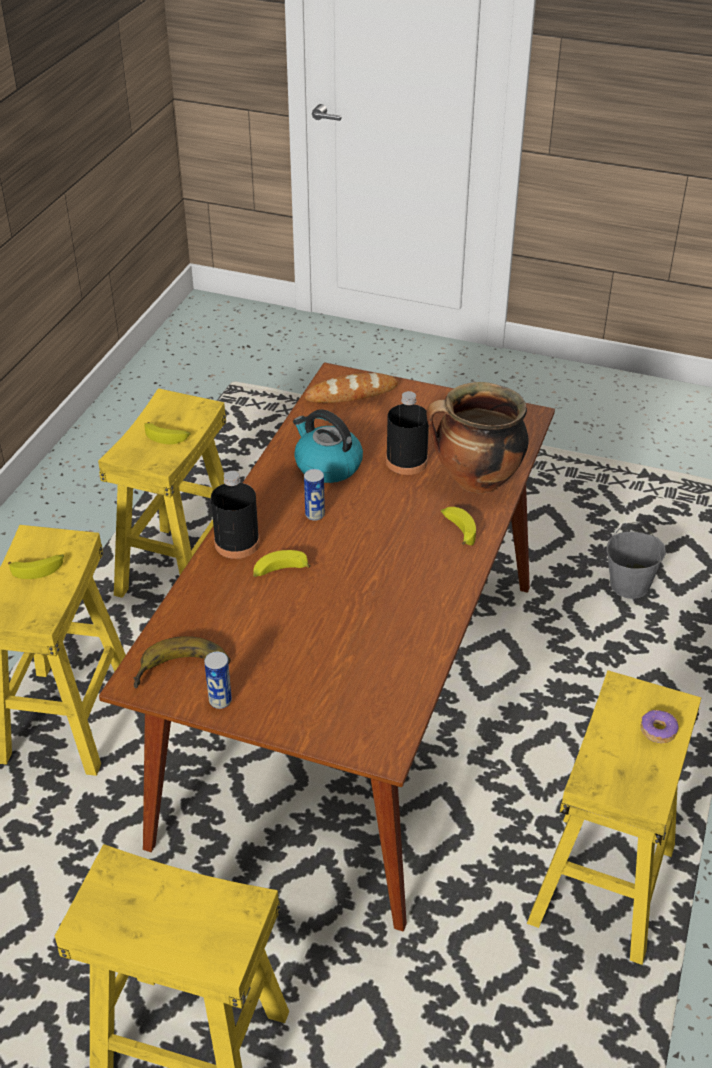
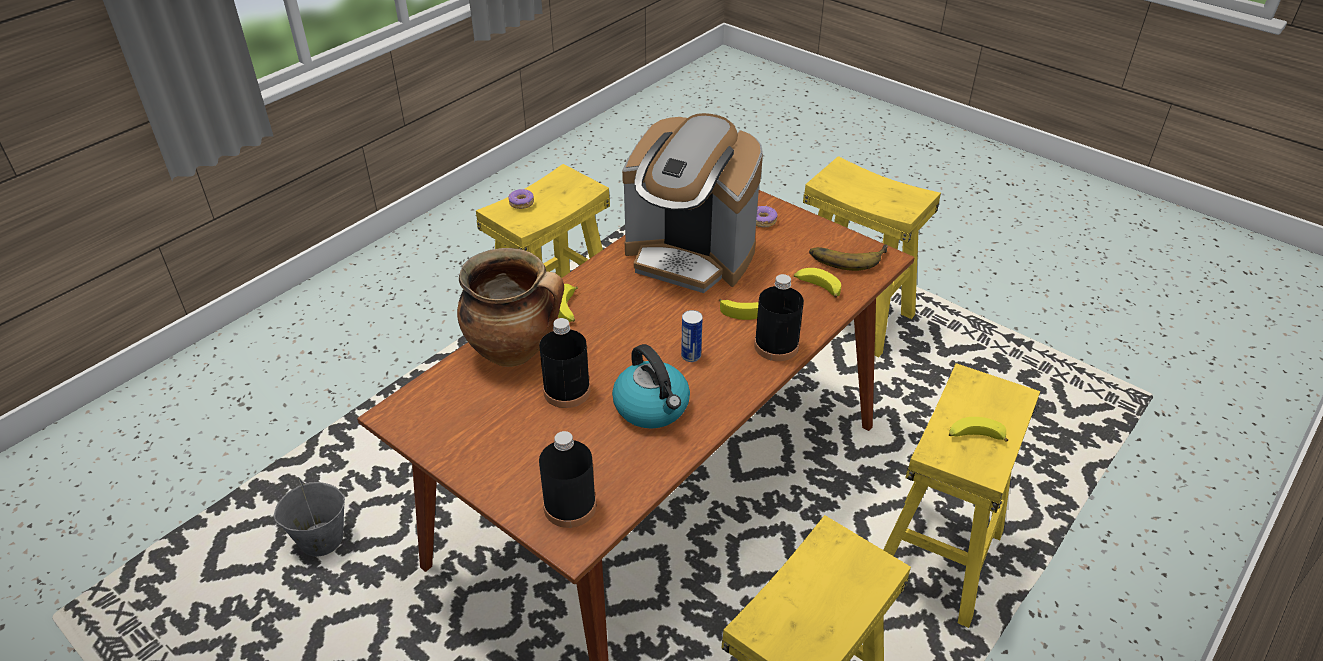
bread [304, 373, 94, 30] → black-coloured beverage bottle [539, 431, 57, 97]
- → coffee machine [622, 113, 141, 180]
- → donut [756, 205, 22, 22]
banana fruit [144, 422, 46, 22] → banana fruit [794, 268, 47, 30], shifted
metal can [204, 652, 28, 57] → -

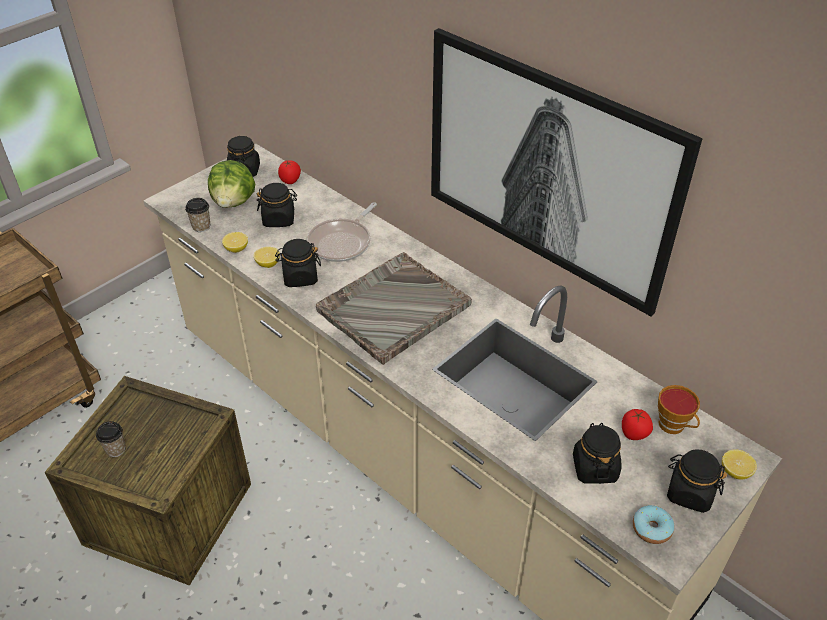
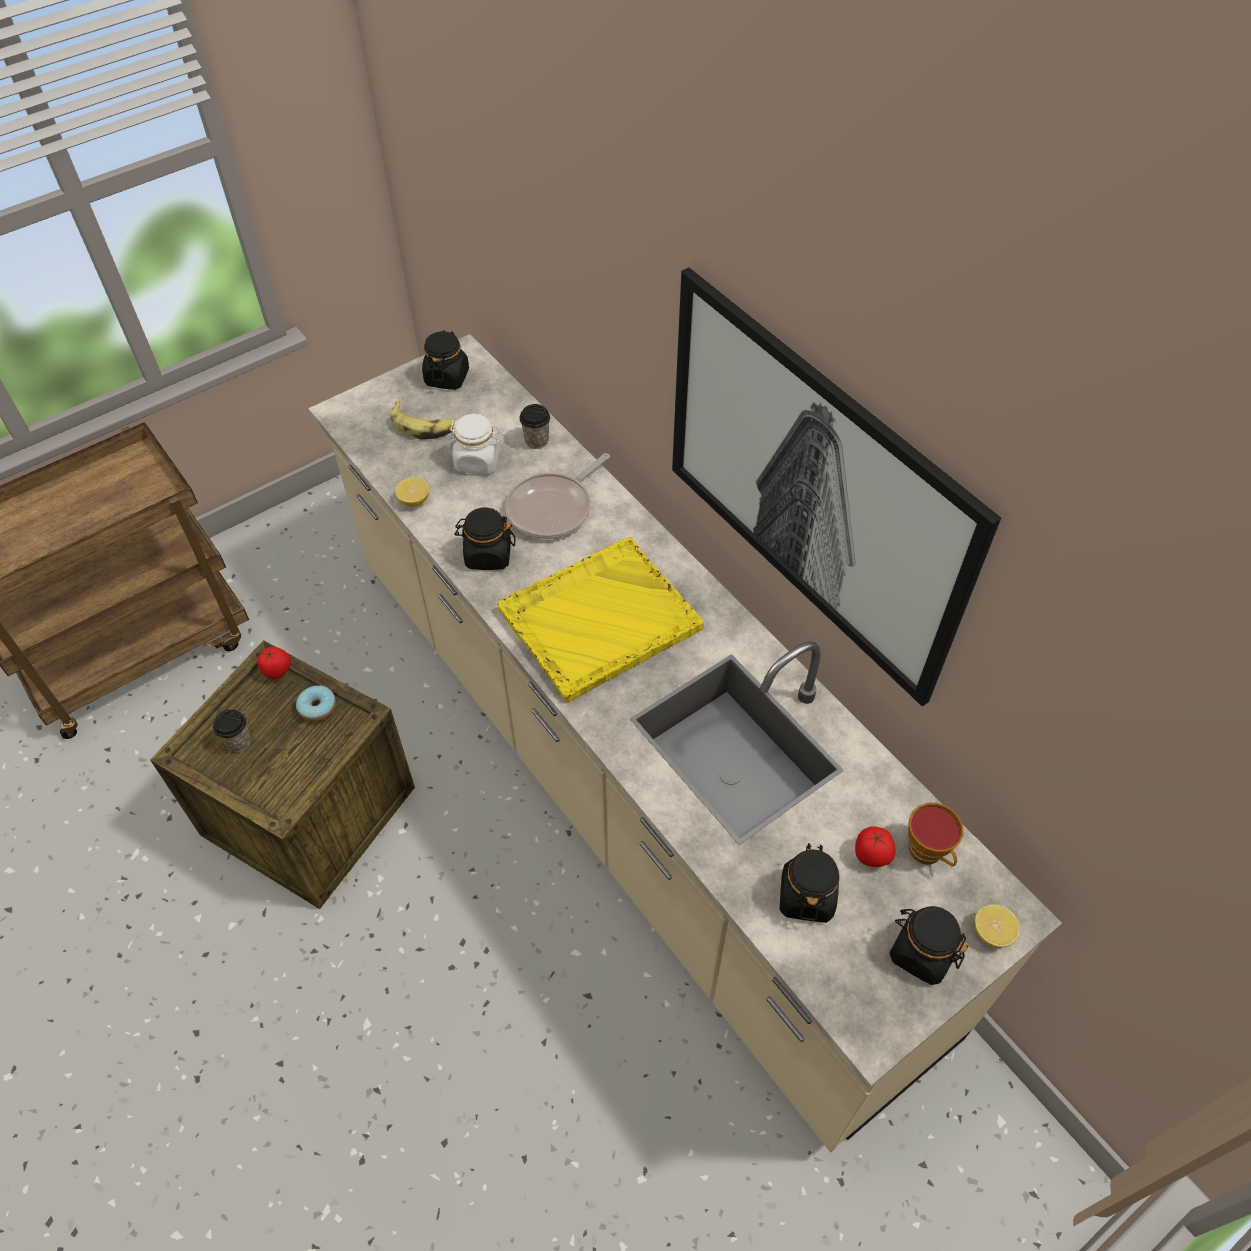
fresh tomato [278, 160, 23, 24] → fresh tomato [257, 647, 34, 32], shifted
donut [633, 505, 41, 39] → donut [296, 685, 40, 36], shifted
head of lettuce [208, 160, 47, 48] → banana fruit [390, 401, 66, 39]
black-coloured jar [257, 183, 40, 44] → white jar [448, 414, 55, 60]
grey tray [316, 252, 156, 113] → yellowish tray [498, 537, 206, 166]
drinking cup [185, 198, 25, 34] → drinking cup [519, 404, 31, 45], shifted
lemon [254, 247, 26, 21] → -

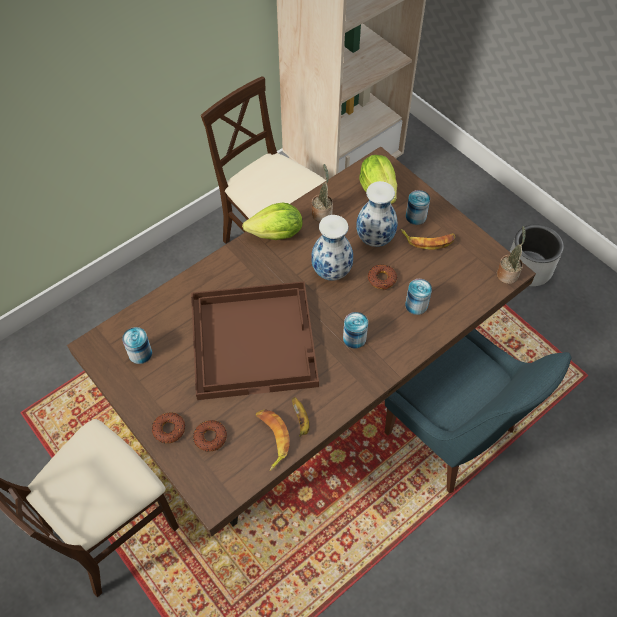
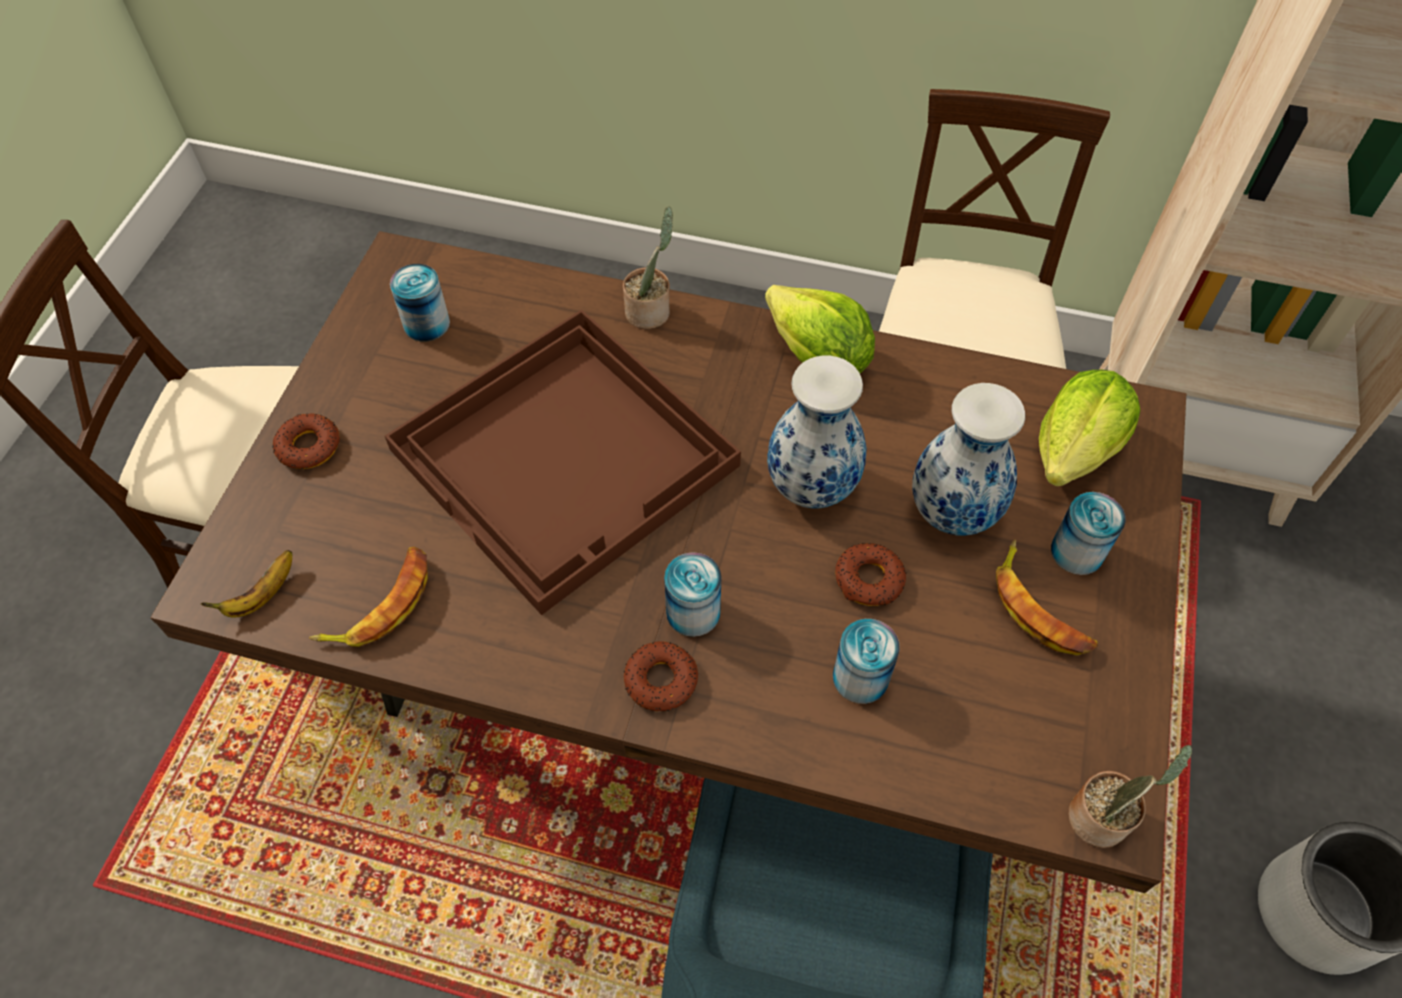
banana fruit [292, 397, 17, 40] → banana fruit [201, 550, 91, 68], shifted
plant in a pot [312, 164, 21, 58] → plant in a pot [623, 207, 50, 122], shifted
donut [193, 420, 34, 32] → donut [624, 641, 74, 70], shifted

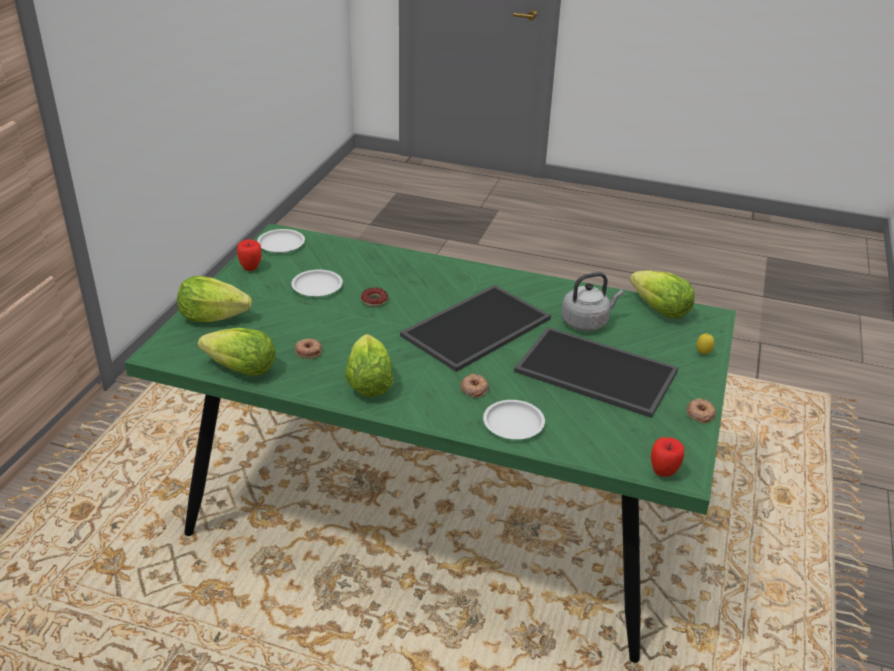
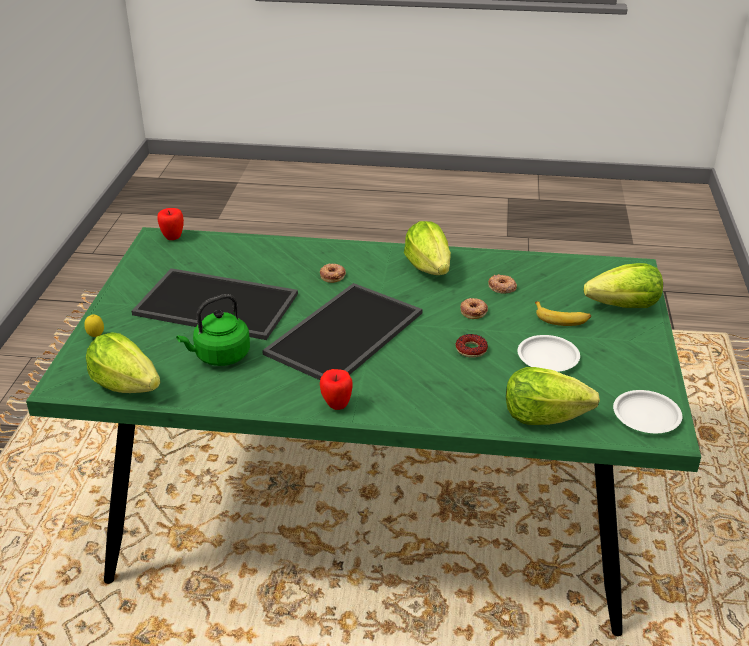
grey tea kettle [562, 272, 61, 59] → green tea kettle [176, 294, 74, 72]
whole apple [237, 239, 25, 32] → whole apple [320, 369, 33, 41], shifted
donut [687, 398, 29, 25] → donut [460, 298, 28, 21], shifted
head of lettuce [198, 328, 78, 48] → head of lettuce [506, 367, 94, 58], shifted
- → banana fruit [535, 301, 56, 25]
white flat dish [483, 400, 62, 39] → -

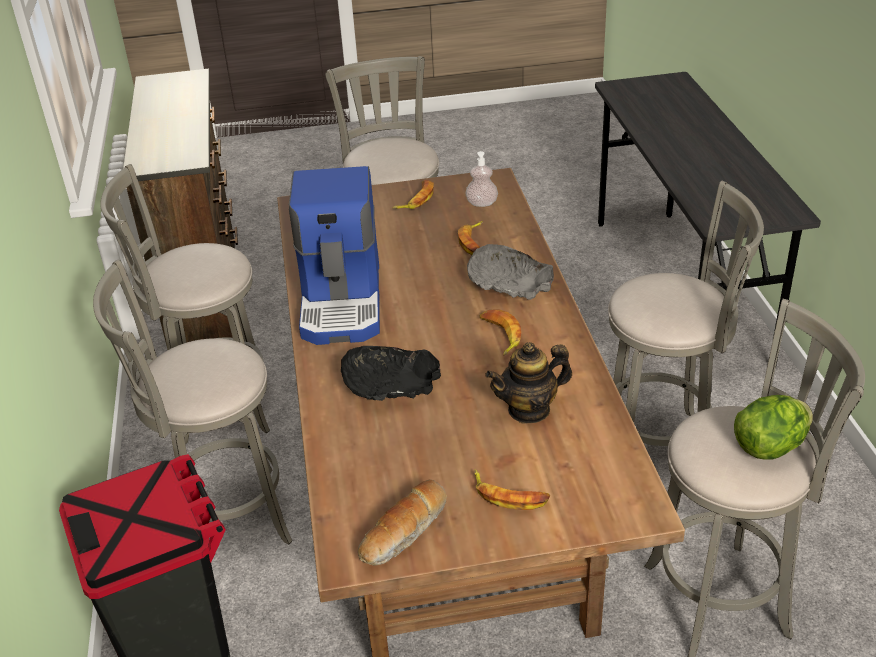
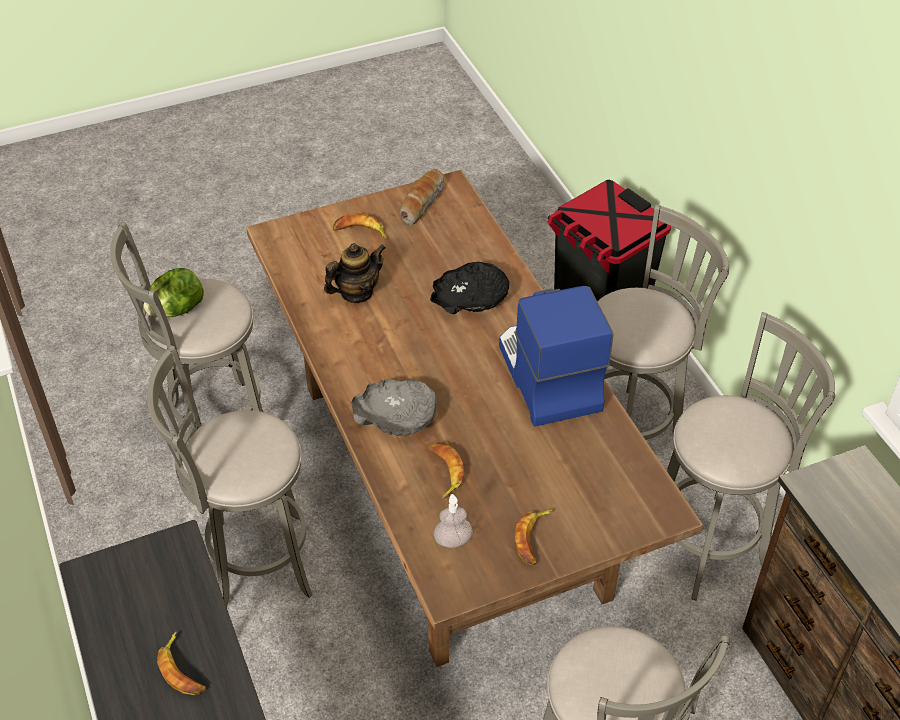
banana fruit [480, 309, 41, 46] → banana fruit [157, 631, 49, 64], shifted

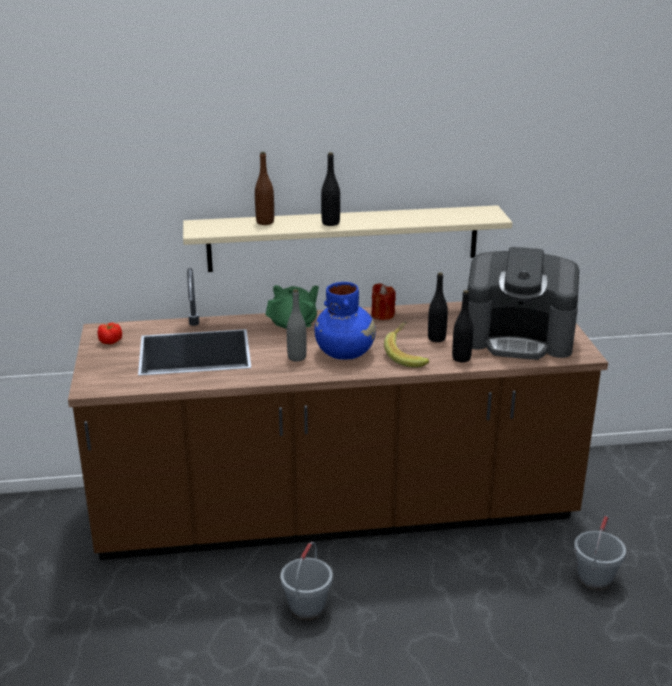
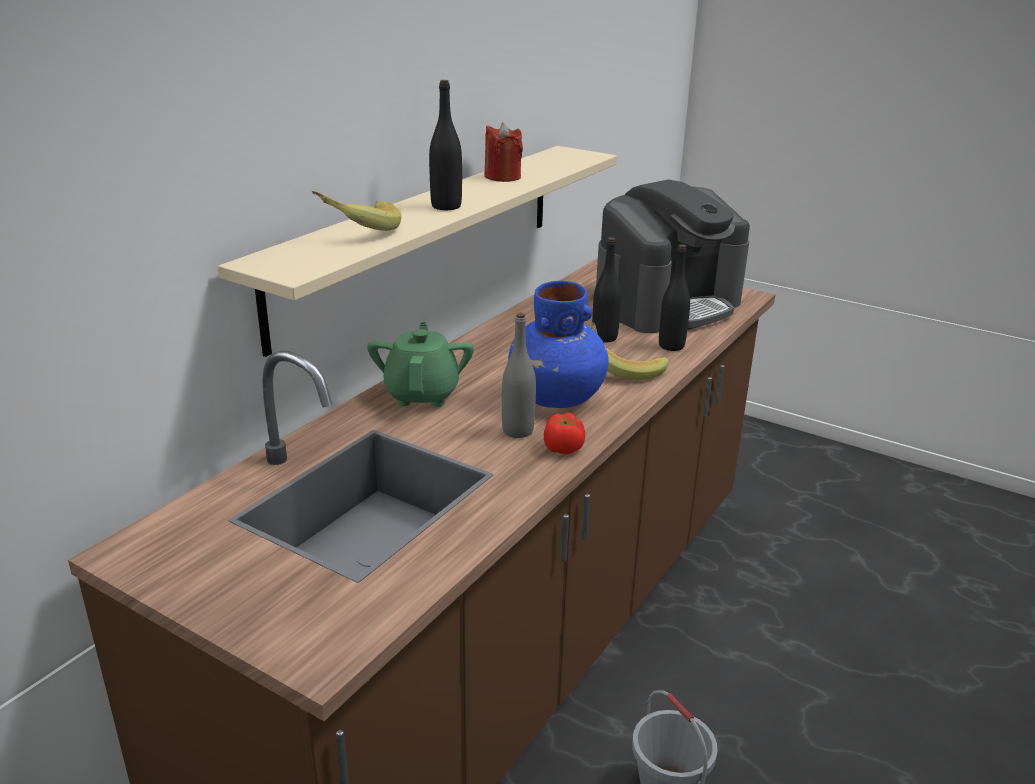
brownish beverage bottle [255, 152, 19, 73] → banana fruit [312, 191, 89, 40]
red-coloured candle [371, 283, 25, 37] → red-coloured candle [484, 122, 39, 60], shifted
fresh tomato [98, 323, 24, 21] → fresh tomato [544, 412, 41, 43], shifted
grey bucket [574, 516, 52, 75] → -

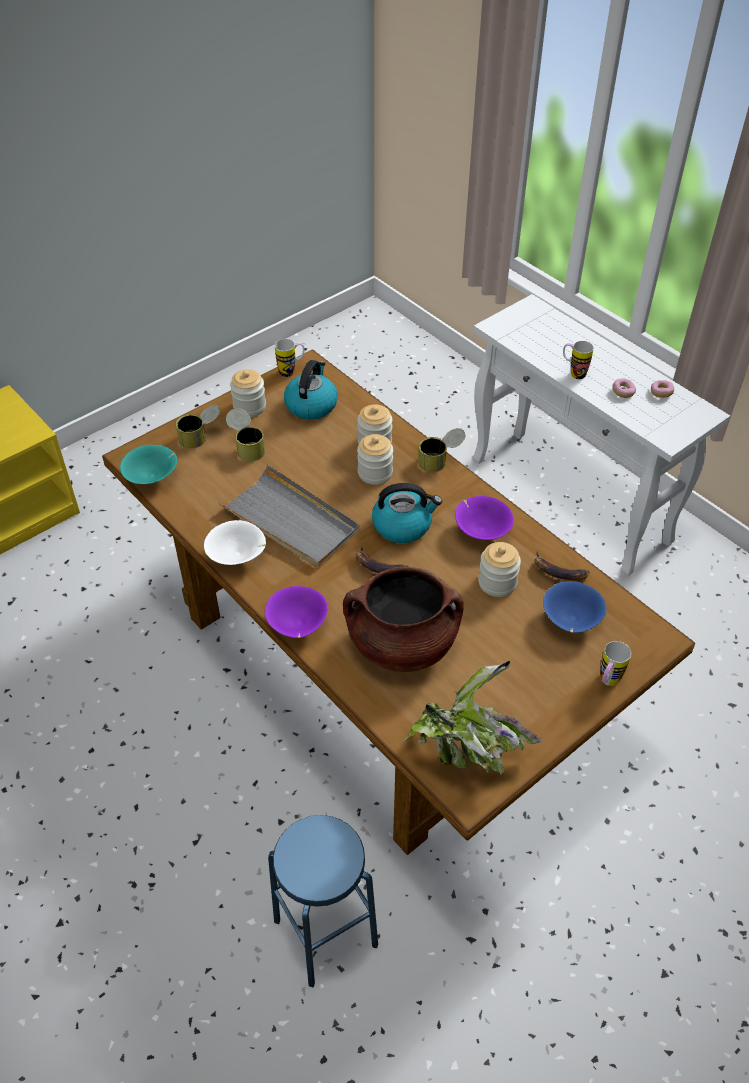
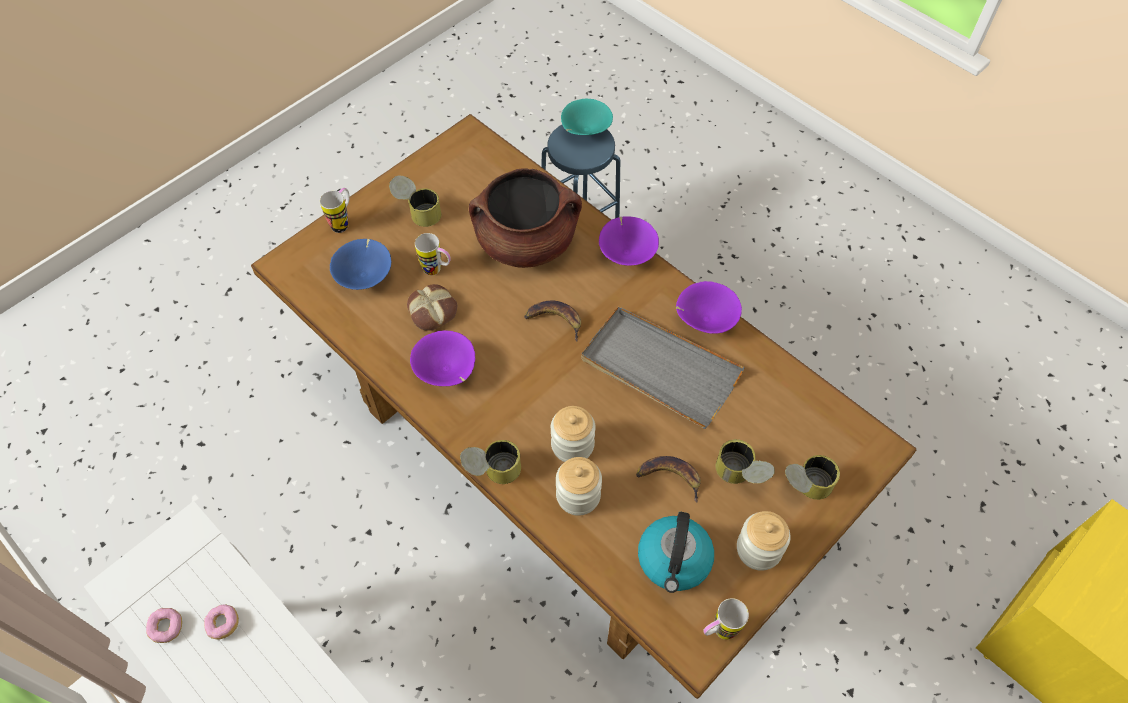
- → metal can [389, 176, 53, 51]
jar [478, 542, 43, 55] → bread [407, 284, 50, 47]
mug [563, 341, 31, 38] → mug [415, 233, 36, 42], shifted
turquoise serving bowl [120, 445, 57, 39] → turquoise serving bowl [561, 99, 52, 36], shifted
banana fruit [534, 552, 56, 28] → banana fruit [636, 456, 65, 47], shifted
white serving bowl [204, 520, 62, 45] → purplish serving bowl [676, 281, 66, 53]
tea kettle [372, 483, 70, 60] → -
plant in a pot [404, 661, 138, 114] → -

